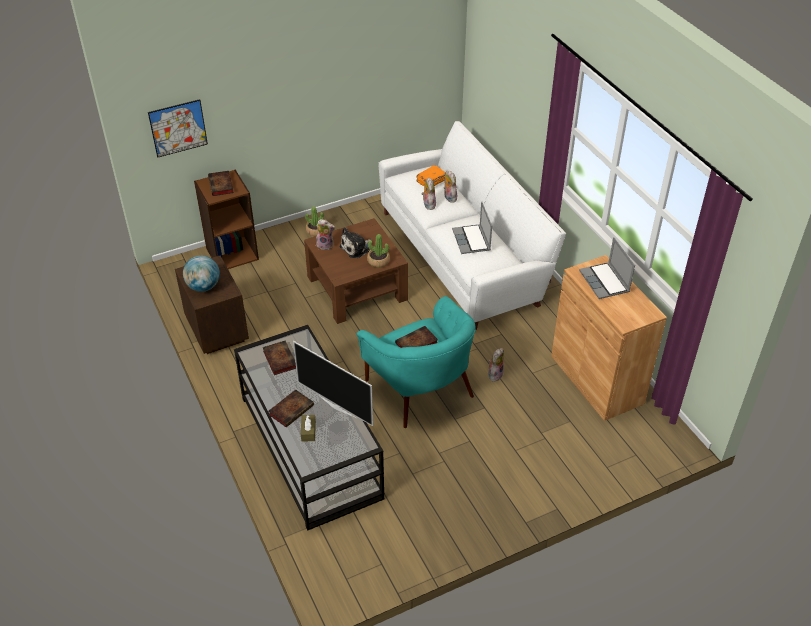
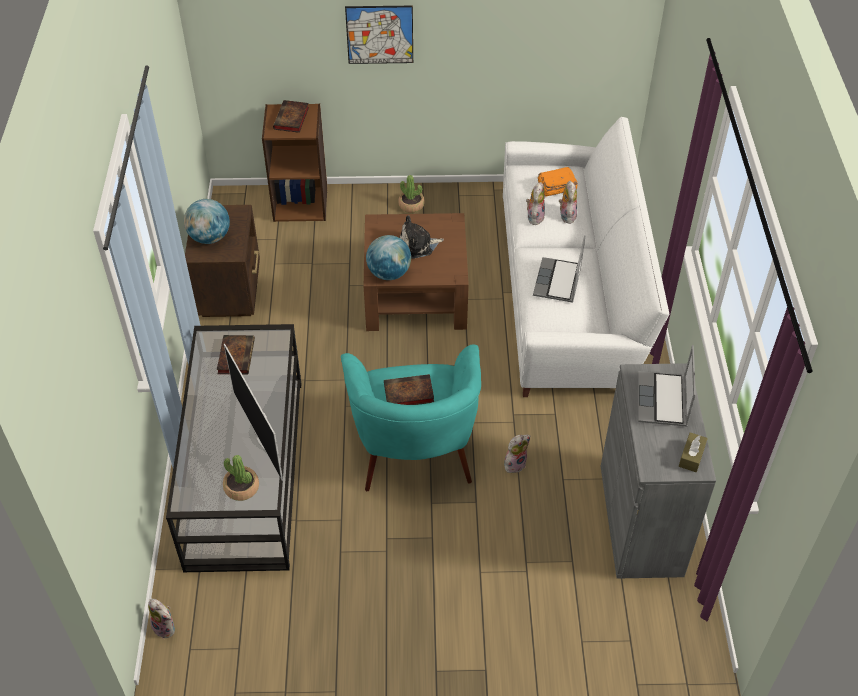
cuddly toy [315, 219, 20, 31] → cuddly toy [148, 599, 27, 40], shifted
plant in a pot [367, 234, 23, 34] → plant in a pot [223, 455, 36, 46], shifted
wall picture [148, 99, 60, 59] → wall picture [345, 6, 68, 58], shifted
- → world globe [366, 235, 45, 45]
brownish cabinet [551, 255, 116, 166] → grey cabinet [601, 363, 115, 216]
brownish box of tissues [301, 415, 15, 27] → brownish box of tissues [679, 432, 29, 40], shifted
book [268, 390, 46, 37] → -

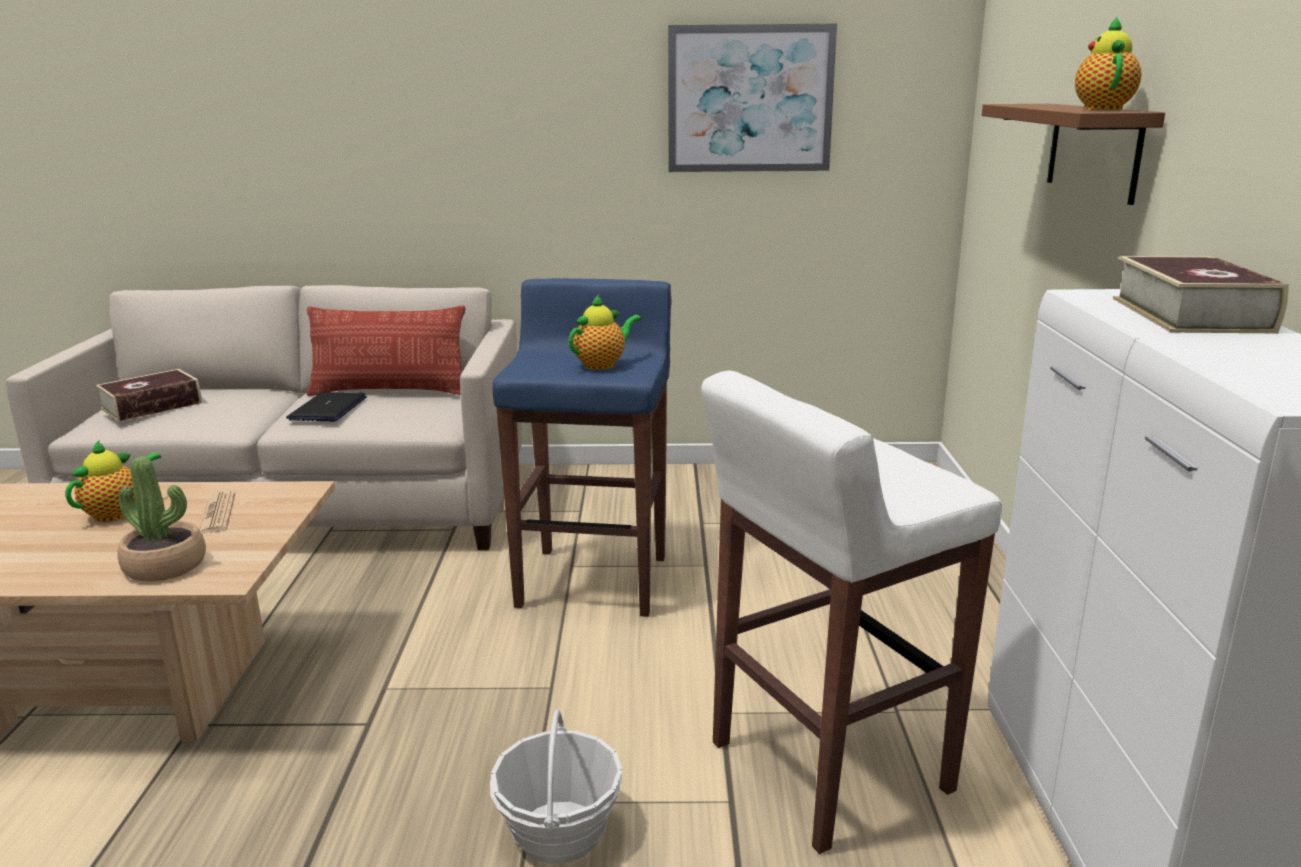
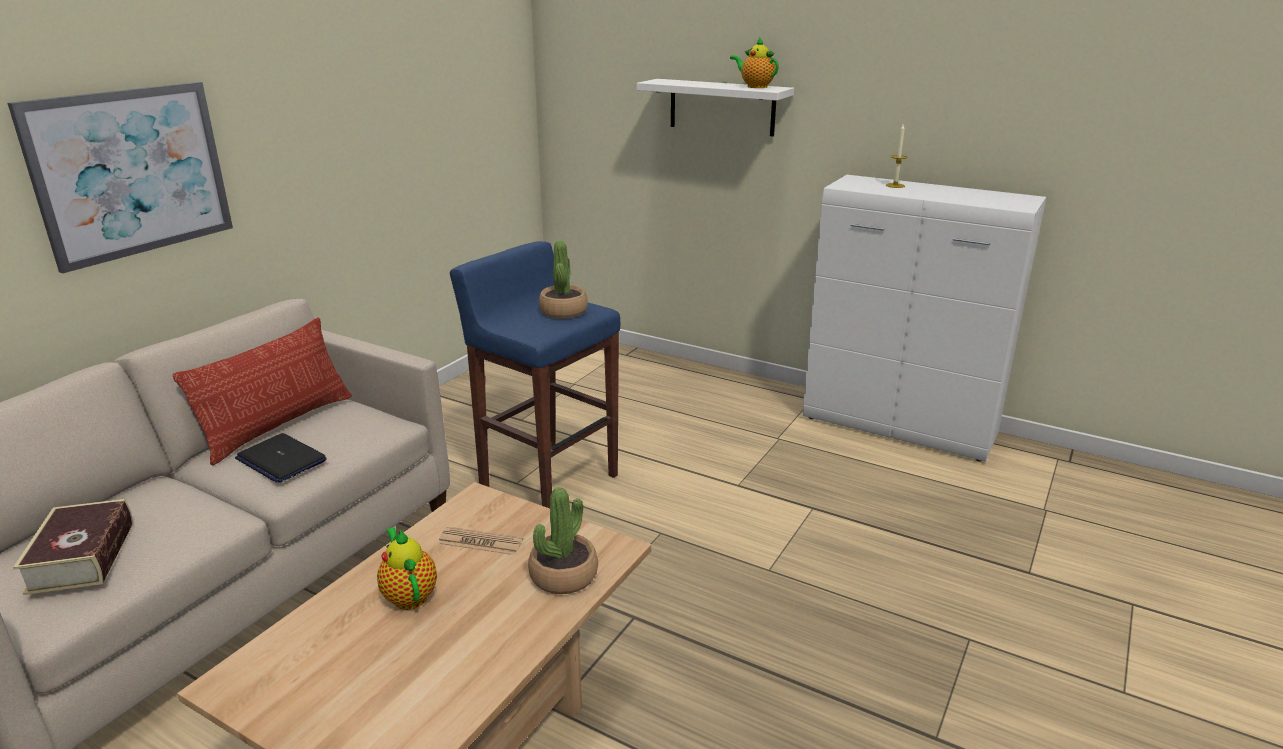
wall picture [668, 23, 169, 149] → wall picture [8, 82, 225, 191], shifted
teapot [568, 295, 73, 75] → plant in a pot [539, 240, 49, 79]
brownish wall shelf [982, 104, 183, 101] → white wall shelf [636, 79, 158, 58]
book [1113, 256, 176, 77] → candle [886, 124, 21, 64]
household basket [490, 709, 133, 154] → -
white sitting stool [701, 371, 301, 483] → -

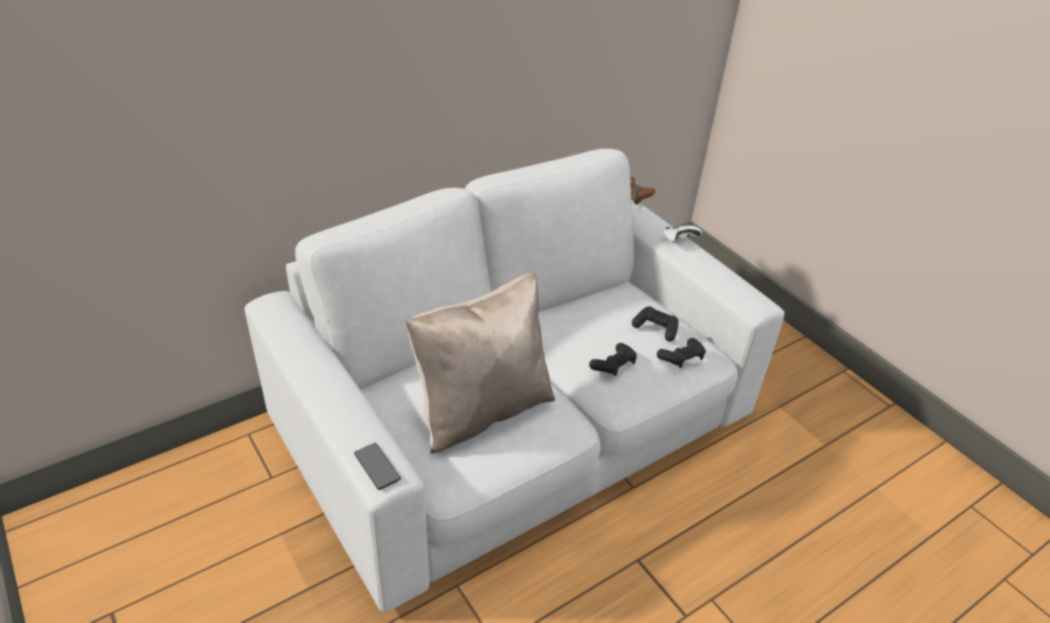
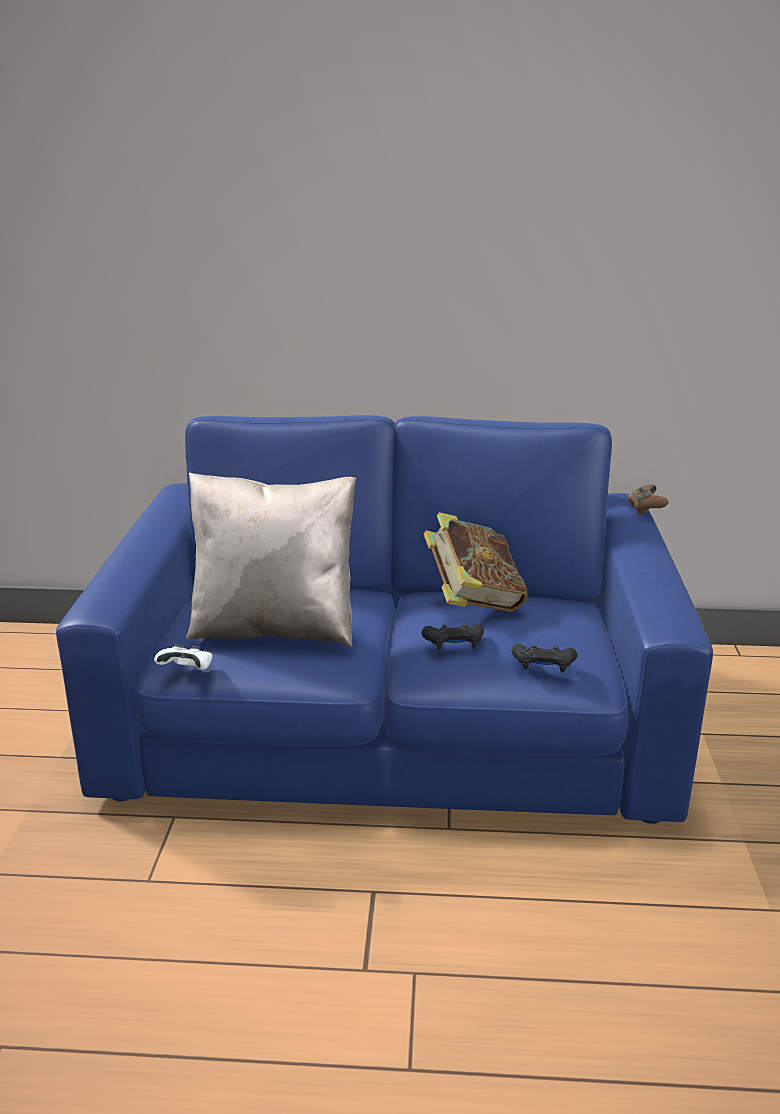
white couch [245, 149, 540, 464] → blue-coloured couch [56, 415, 657, 409]
white game controller [663, 224, 39, 19] → white game controller [154, 644, 58, 26], shifted
- → book [424, 512, 104, 100]
handset [354, 443, 47, 47] → -
black-coloured game controller [632, 306, 47, 36] → -

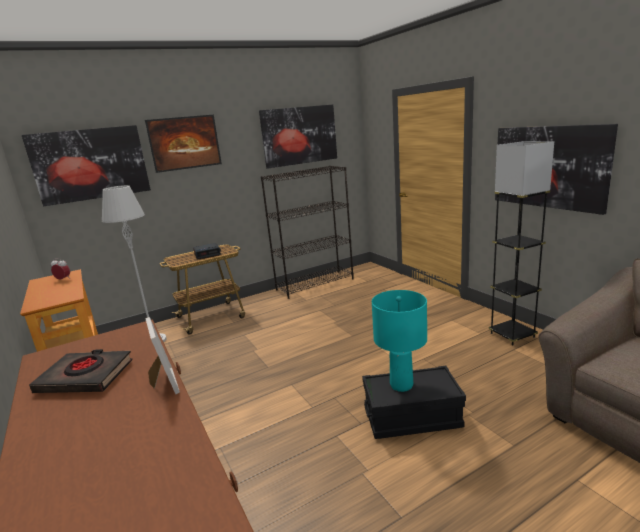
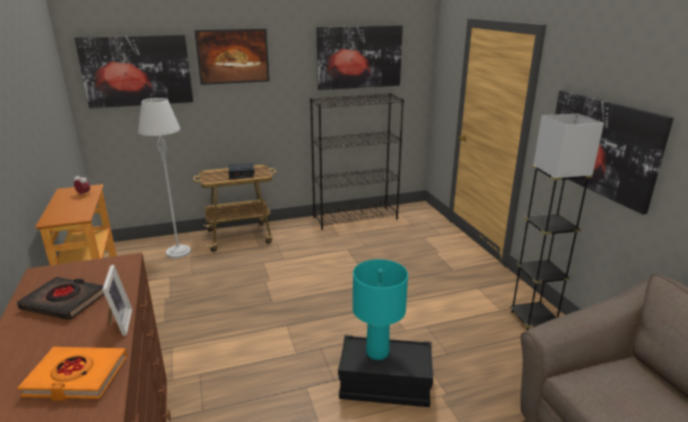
- → orange book [18, 347, 109, 54]

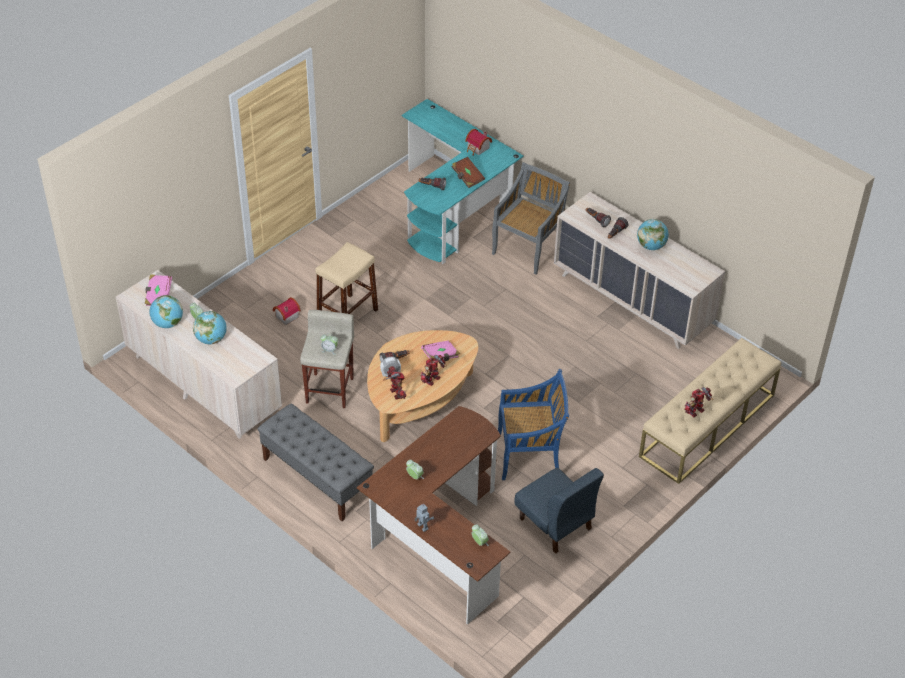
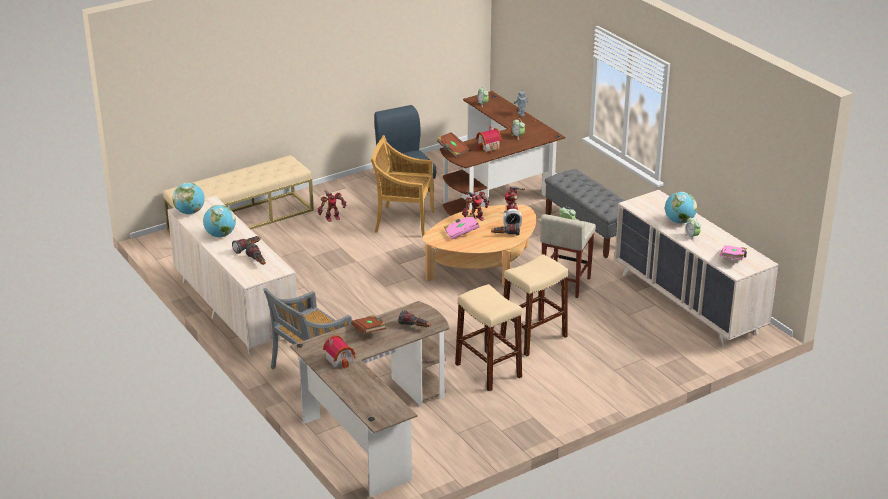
world globe [149, 295, 34, 33] → world globe [173, 183, 32, 31], shifted
turquoise desk [402, 99, 122, 165] → brownish desk [290, 301, 159, 196]
model robot [685, 386, 28, 31] → model robot [318, 190, 28, 32], shifted
blue-coloured plain chair [498, 369, 71, 111] → beige plain chair [371, 135, 64, 102]
- → brownish book [437, 132, 34, 26]
- → beige sitting stool [455, 284, 67, 108]
toy house [273, 297, 28, 28] → toy house [476, 126, 26, 27], shifted

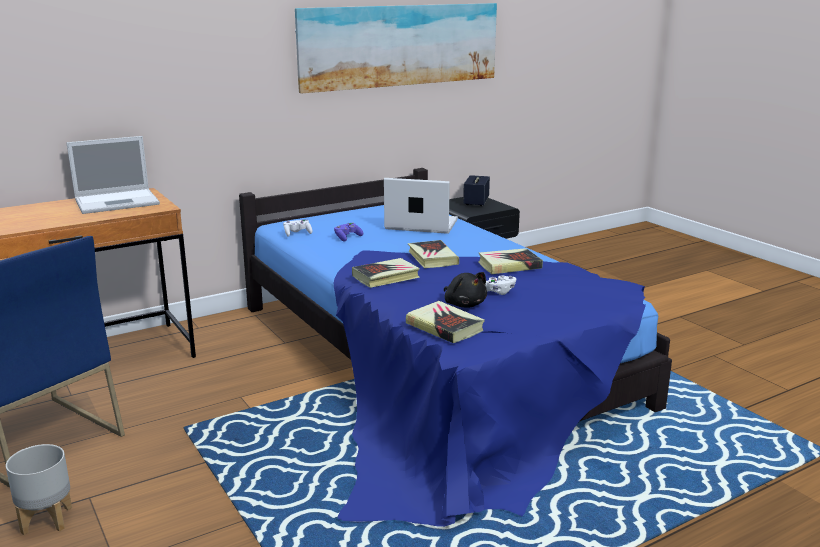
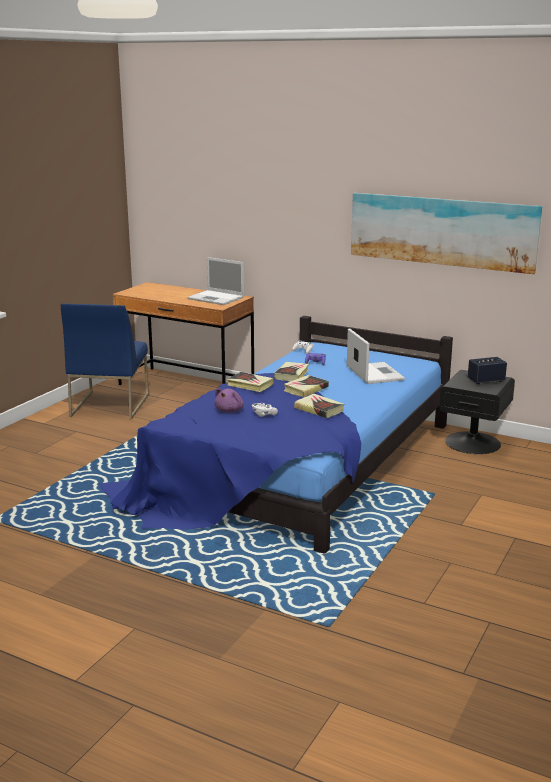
black-coloured cuddly toy [444, 272, 43, 36] → purplish cuddly toy [214, 388, 30, 24]
book [406, 301, 79, 42] → book [274, 362, 35, 19], shifted
grey plant pot [6, 444, 66, 91] → -

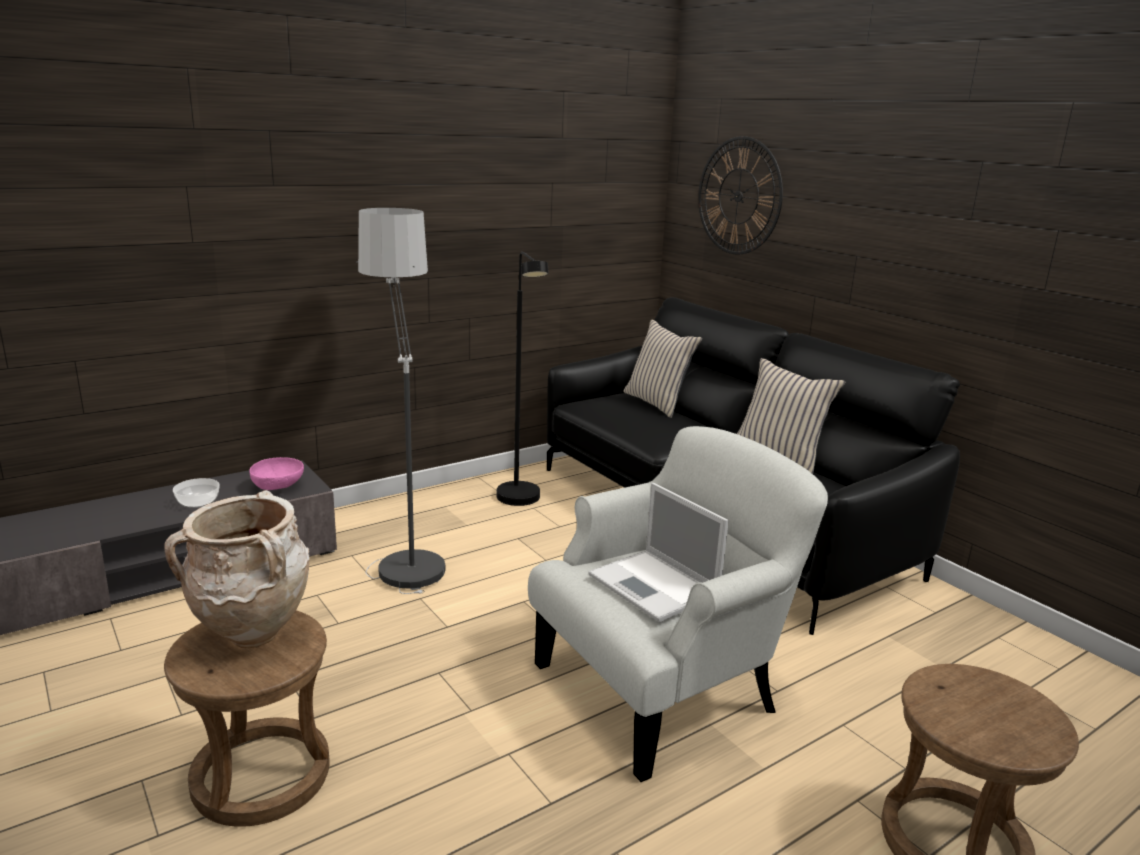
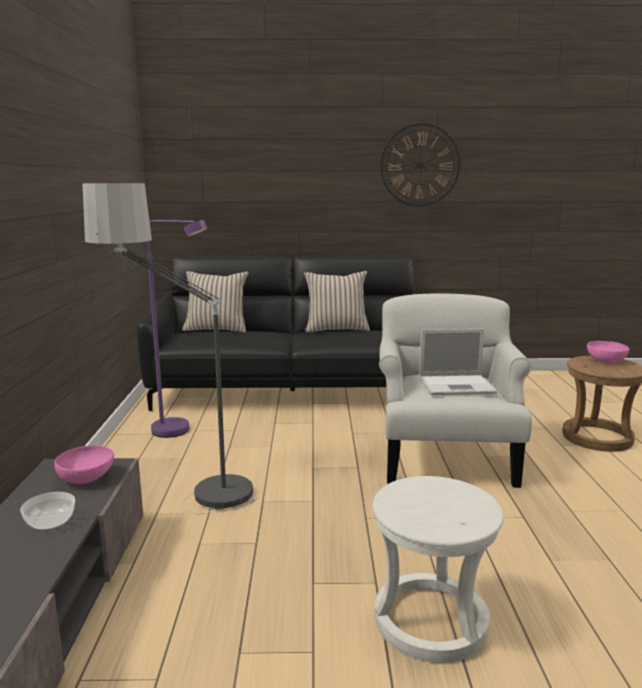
black-coloured floor lamp [496, 251, 53, 255] → purplish floor lamp [148, 220, 60, 218]
brownish sitting stool [164, 611, 166, 216] → white sitting stool [373, 476, 131, 187]
clock on the wall [698, 136, 85, 118] → clock on the wall [380, 123, 80, 84], shifted
- → pink serving bowl [587, 341, 42, 22]
beige vase [164, 490, 146, 158] → -

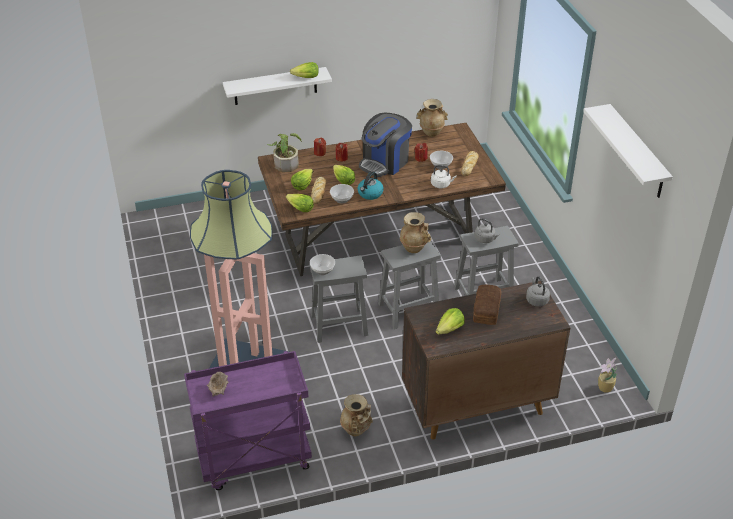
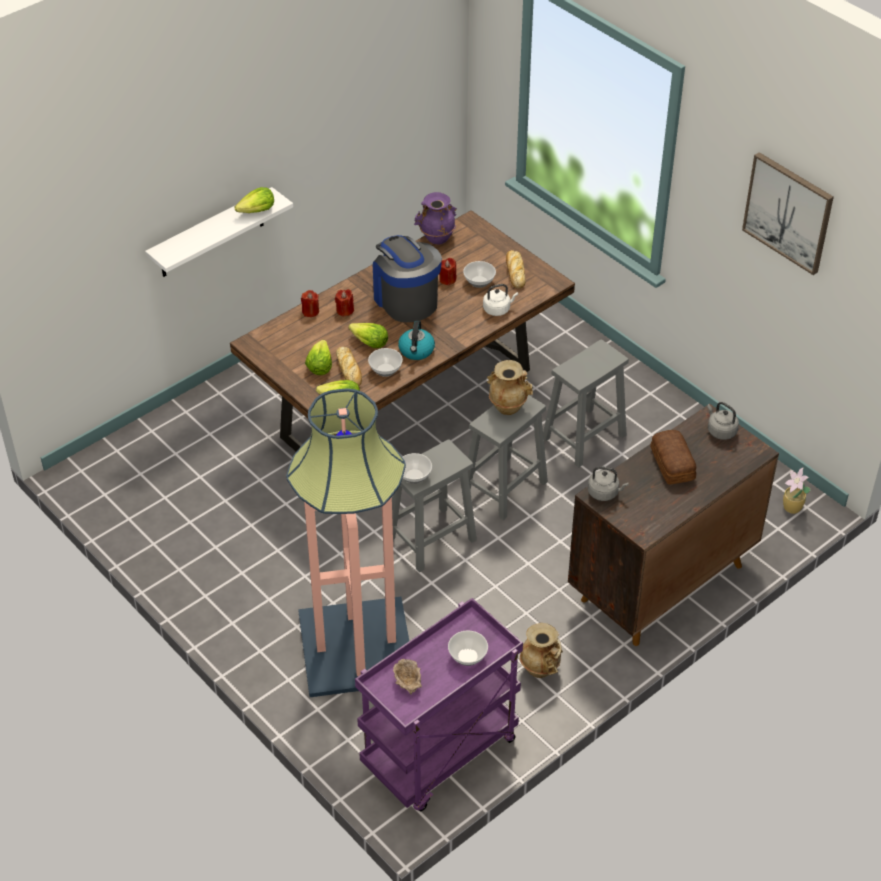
coffee machine [359, 112, 53, 65] → coffee machine [373, 235, 69, 87], 135 degrees clockwise
beige vase [416, 99, 32, 38] → purplish vase [414, 192, 43, 52]
- → serving bowl [448, 630, 40, 36]
grey tea kettle [475, 218, 24, 25] → grey tea kettle [588, 466, 41, 35], shifted
white wall shelf [583, 104, 90, 94] → wall picture [742, 152, 92, 123]
plant in a pot [267, 133, 35, 39] → -
head of lettuce [436, 308, 29, 27] → -

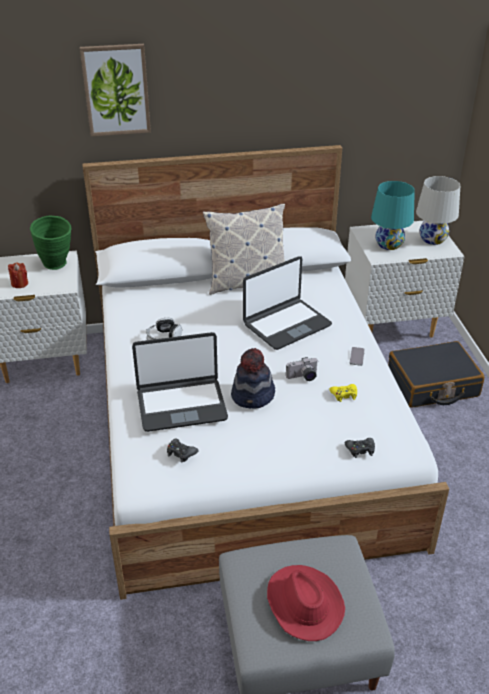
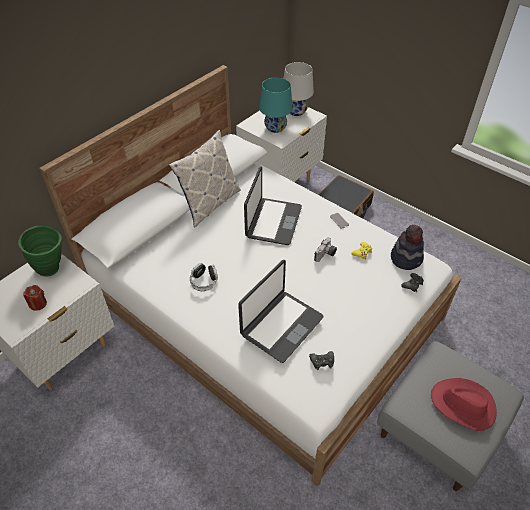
wearable hat [231, 348, 44, 61] → wearable hat [391, 225, 33, 45], shifted
wall picture [80, 44, 71, 92] → -

